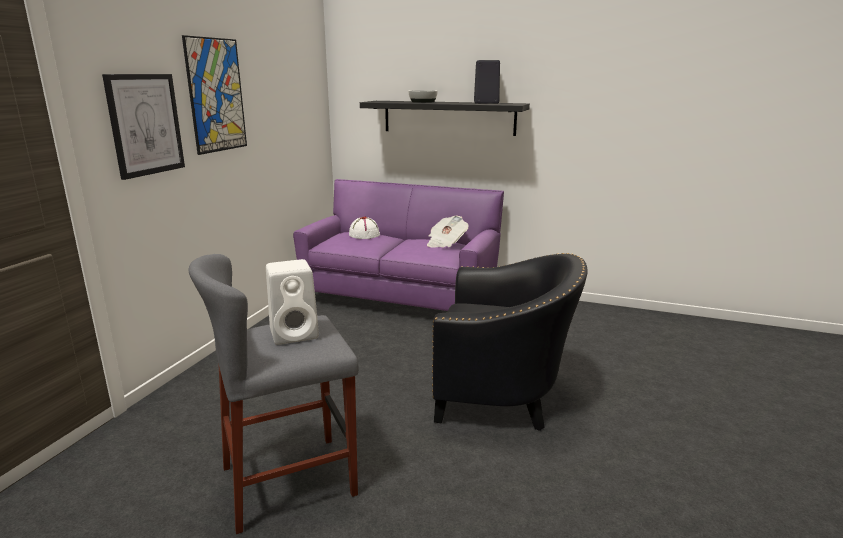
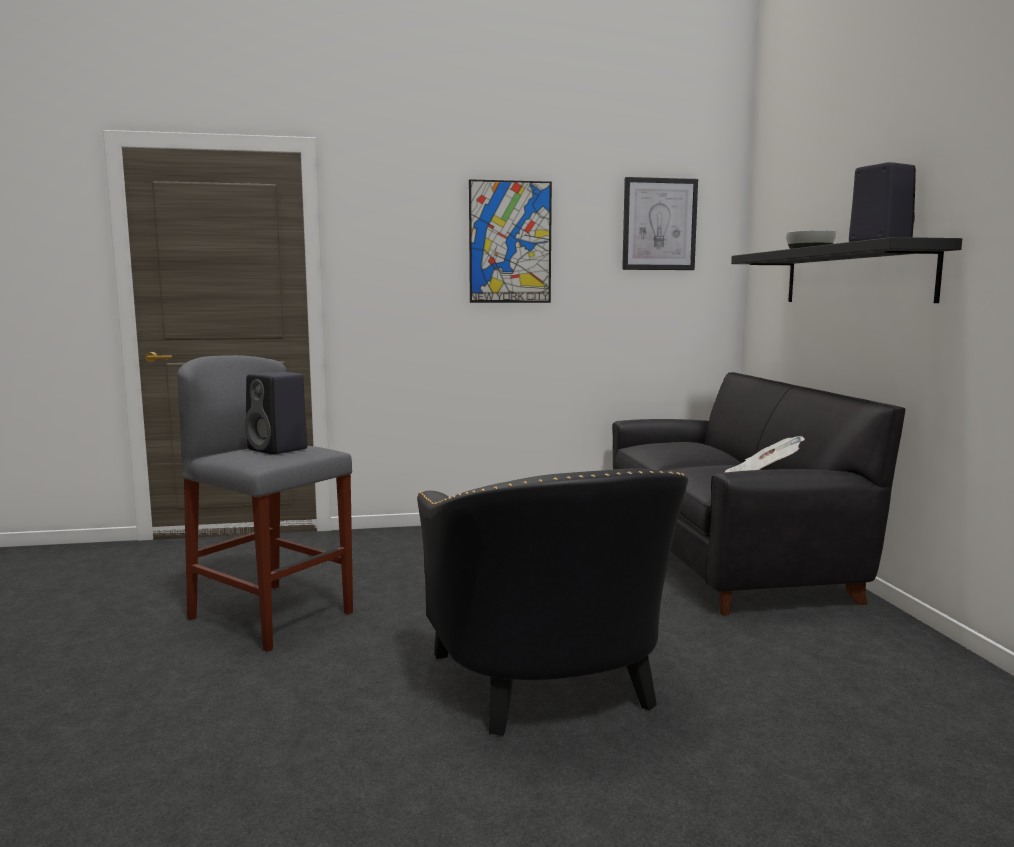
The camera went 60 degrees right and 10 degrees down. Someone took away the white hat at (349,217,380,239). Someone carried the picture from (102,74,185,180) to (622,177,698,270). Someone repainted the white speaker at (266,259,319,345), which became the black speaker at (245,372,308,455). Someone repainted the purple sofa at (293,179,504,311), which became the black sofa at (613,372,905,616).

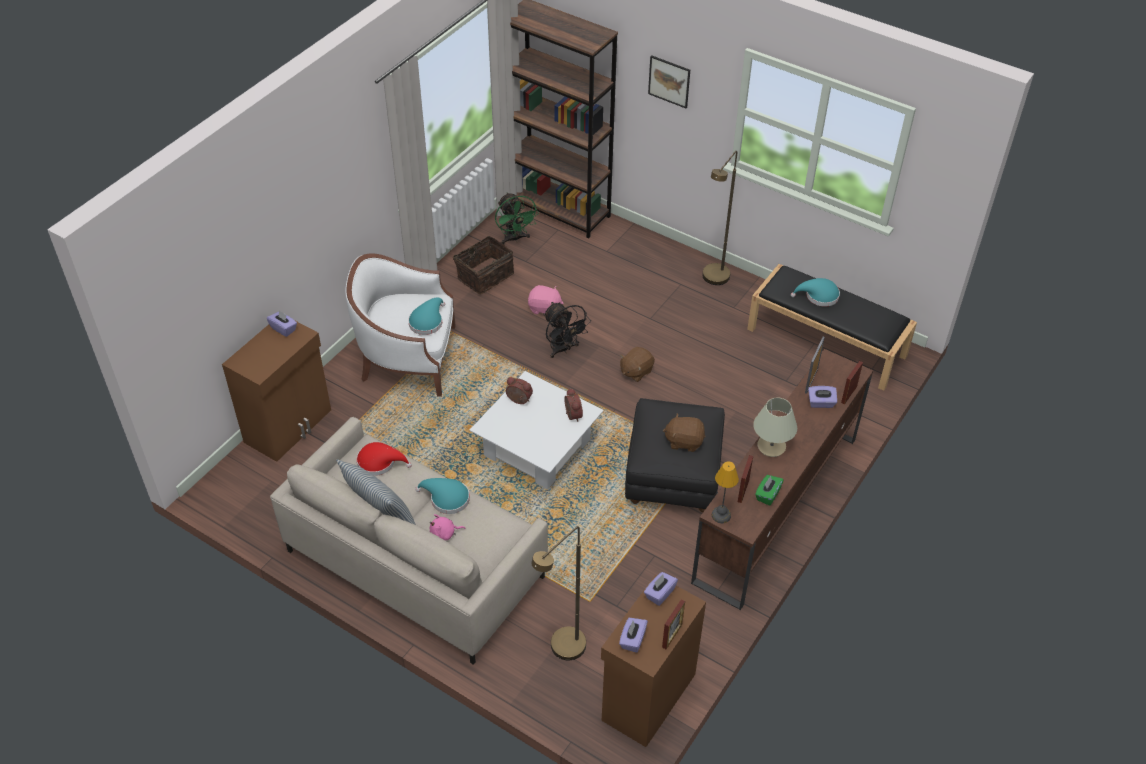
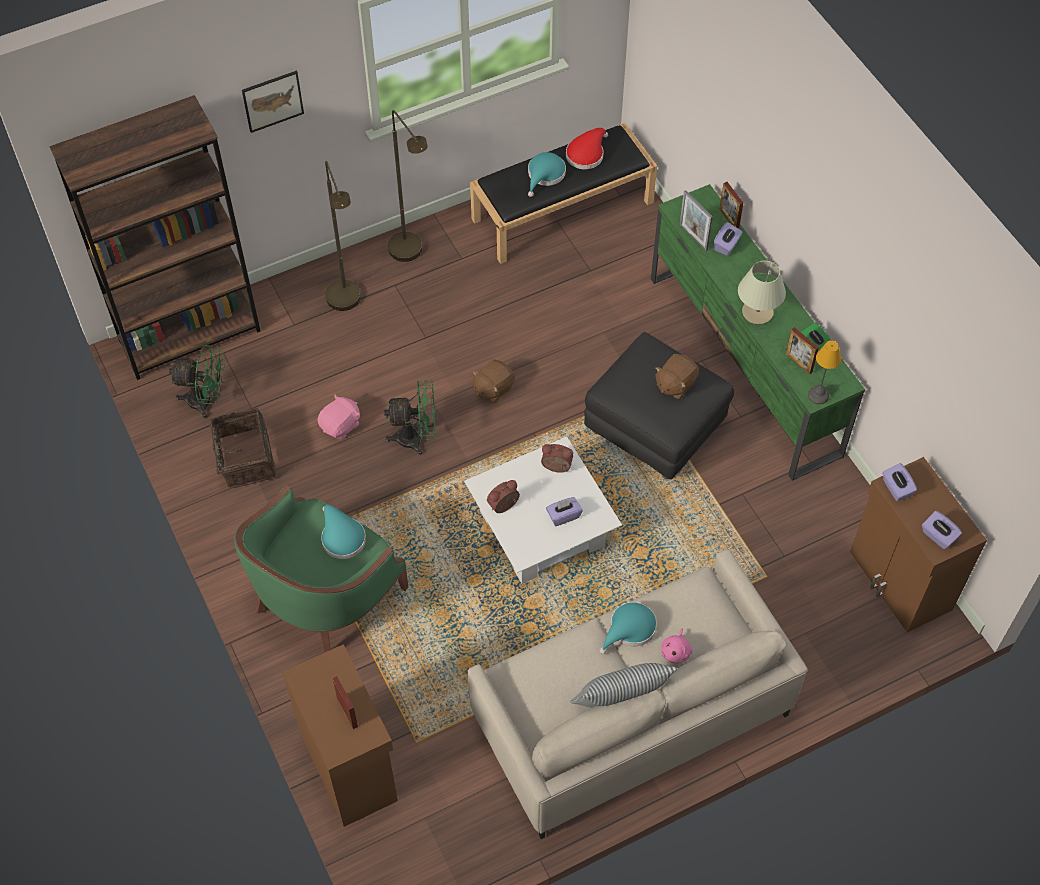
The camera went 60 degrees left and 10 degrees up. Someone carried the purple tissue box from (267,310,297,337) to (546,497,583,526). Someone carried the red hat from (356,442,412,476) to (566,128,608,169). Someone carried the brown floor lamp from (531,526,586,660) to (325,161,361,311). Someone carried the picture frame from (662,599,685,649) to (332,676,358,729). Someone repainted the white armchair at (345,253,455,397), which became the green armchair at (234,485,408,652). Someone repainted the black fan at (543,302,591,358), which became the green fan at (384,381,436,455). Someone repainted the brown tv stand at (691,349,873,610), which became the green tv stand at (651,184,865,481). Someone rotated the brown plush toy at (620,347,655,382) by 60 degrees clockwise.

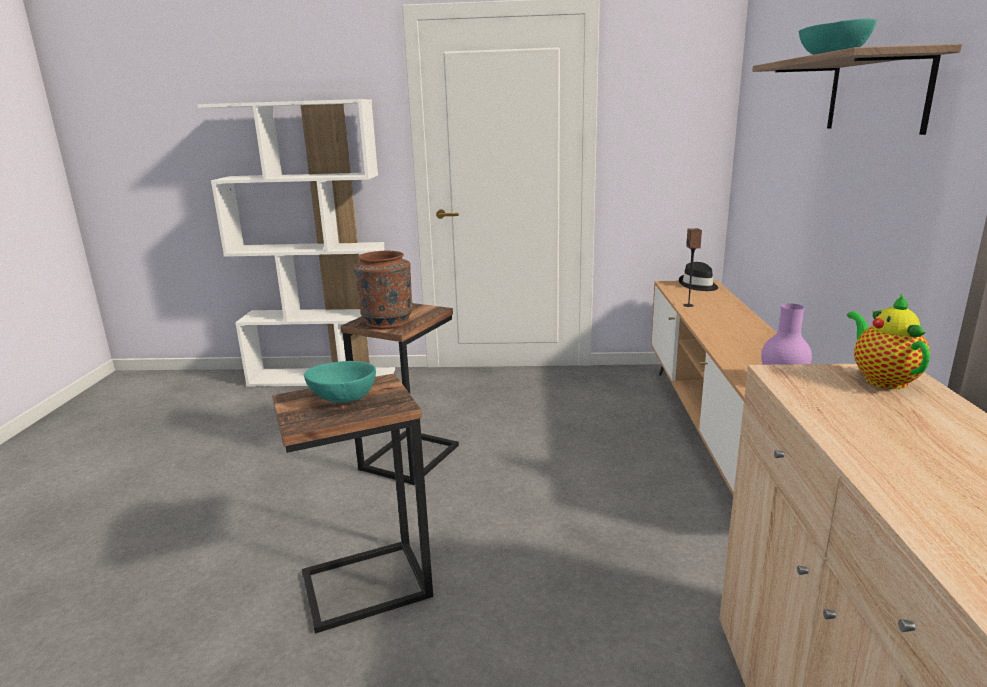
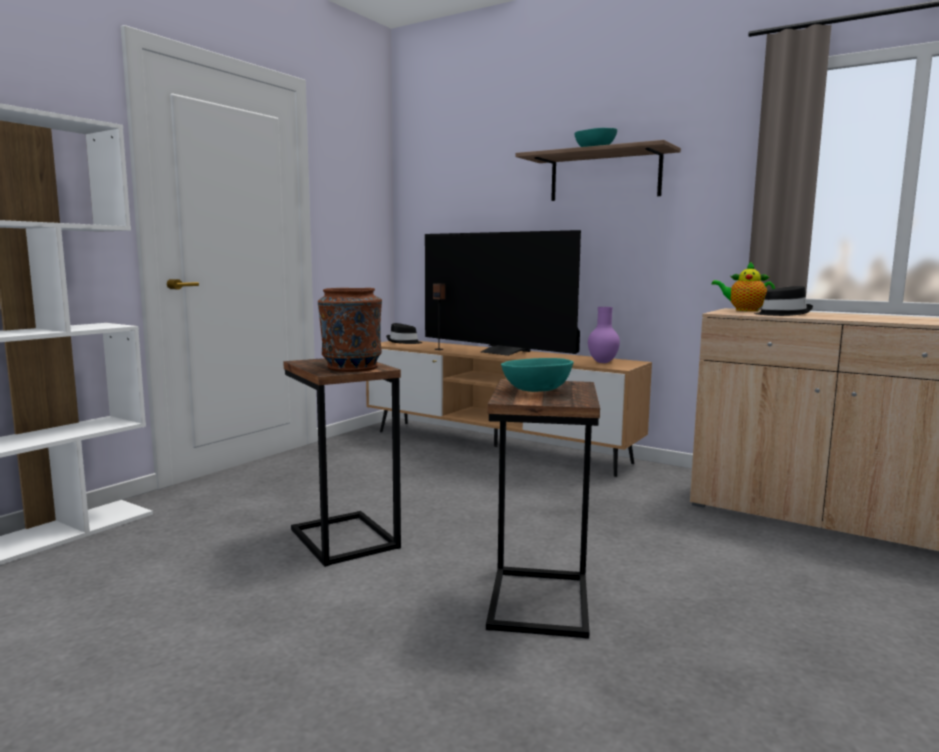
The camera went 60 degrees left and 10 degrees down. Someone put down the television at (425,230,581,356). Someone put down the black hat at (754,286,813,316).

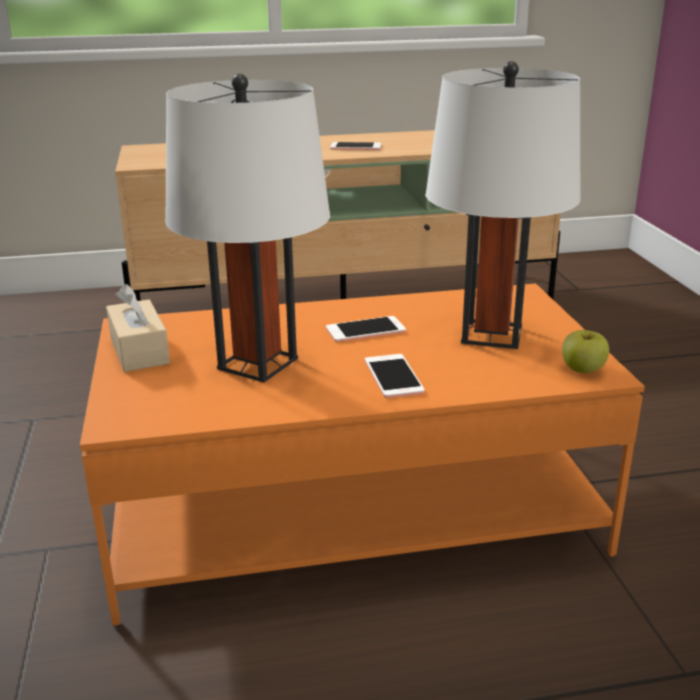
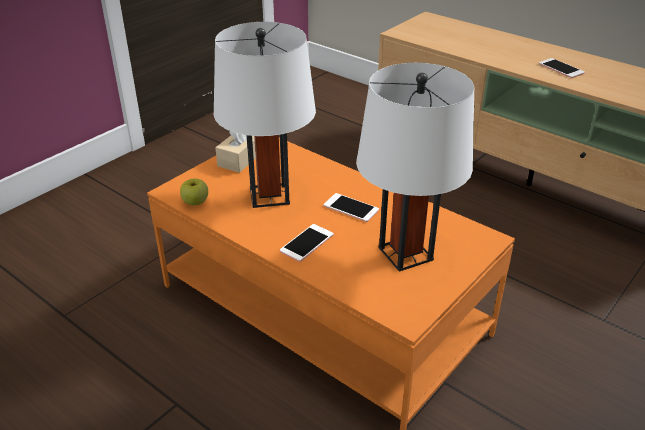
The camera went 50 degrees right and 10 degrees up. Someone carried the apple from (562,330,609,373) to (180,179,209,205).

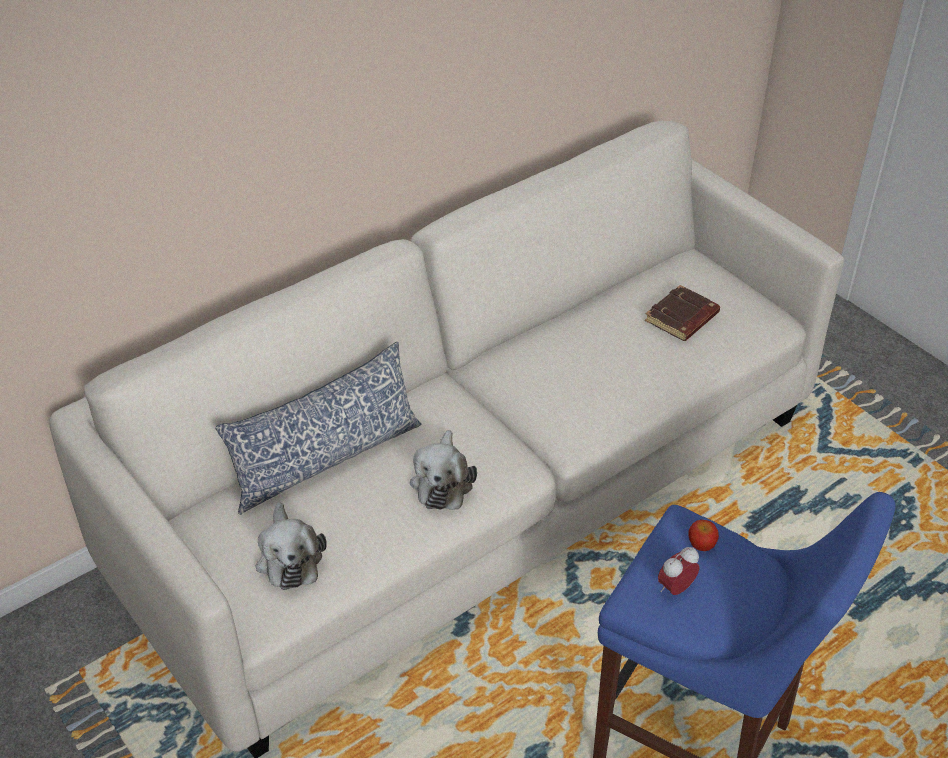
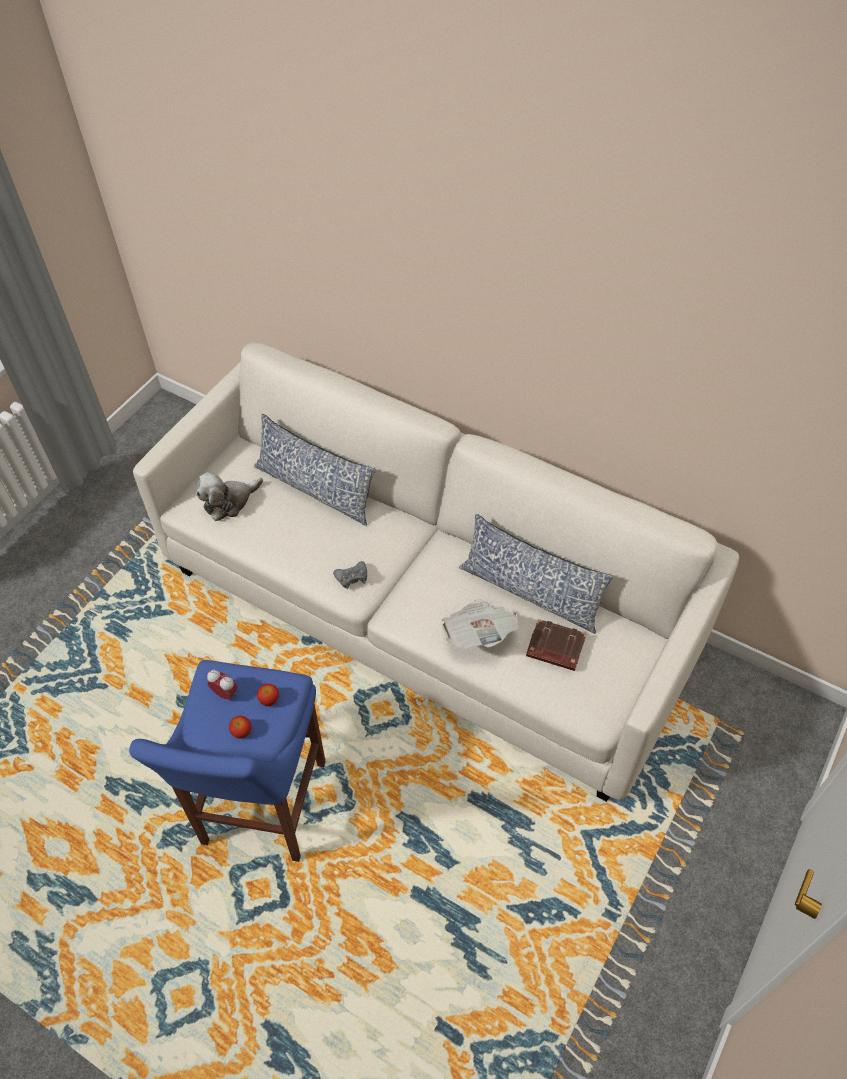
The camera went 70 degrees right and 10 degrees up. Someone took away the plush toy at (410,430,477,510). Someone put down the apple at (229,715,251,739). Someone put down the grey game controller at (333,561,367,589). Someone put down the newspaper at (441,599,519,649). Someone put down the pillow at (459,514,614,634).

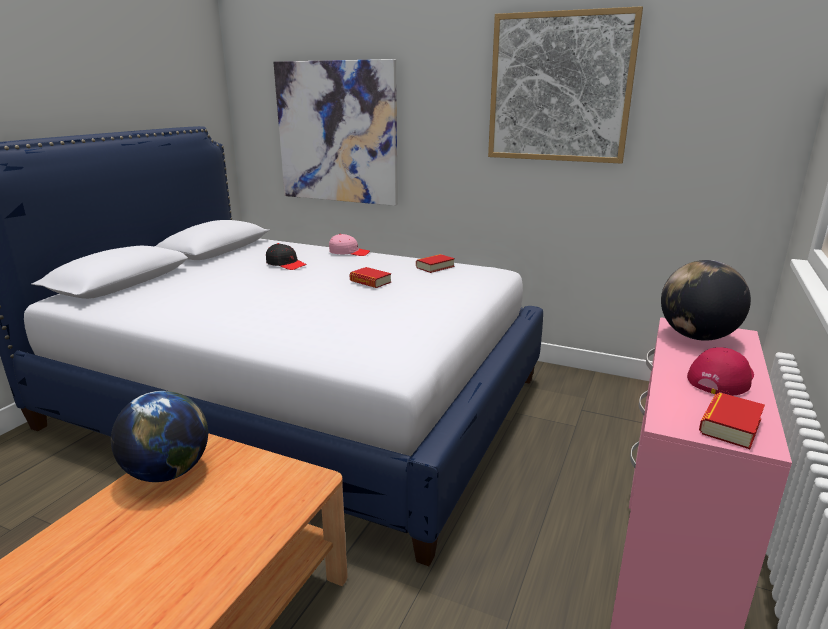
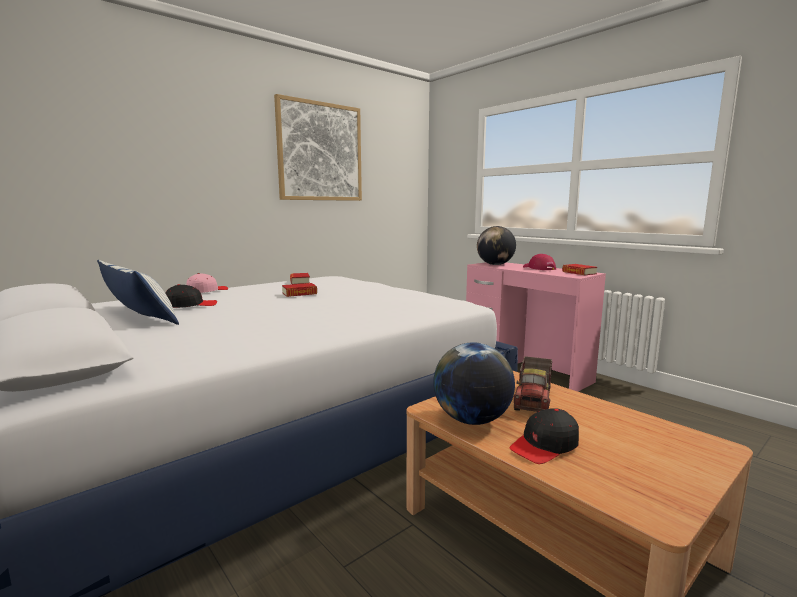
The camera went 65 degrees left and 10 degrees down. Someone took away the picture at (273,59,398,206). Someone put down the pillow at (97,260,179,325). Someone put down the black cap at (510,408,579,464). Someone put down the toy truck at (514,356,552,412).

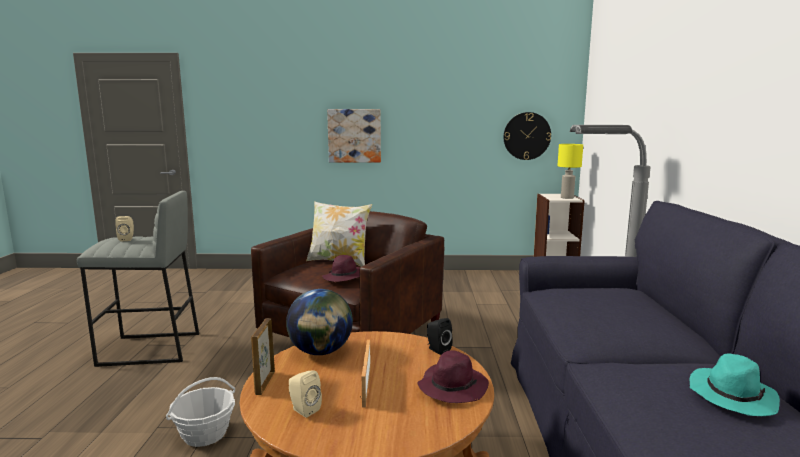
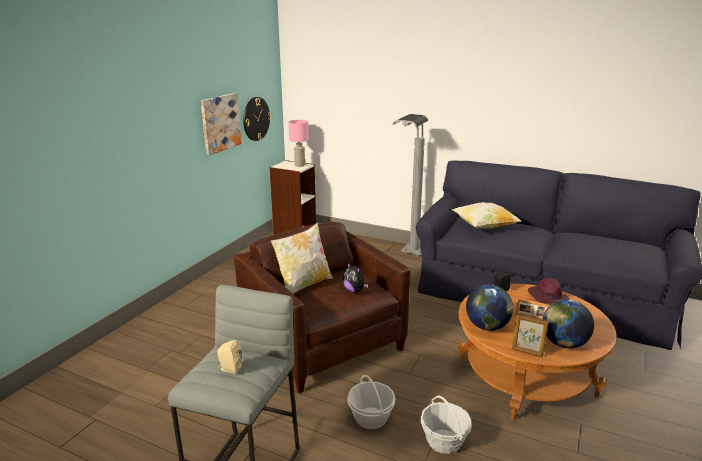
The camera went 65 degrees left and 10 degrees up. Someone took away the turquoise hat at (690,353,780,416). Someone put down the basket at (347,375,395,429). Someone put down the pillow at (452,202,521,229). Someone carried the picture from (327,109,381,163) to (201,93,242,155). Someone swapped the beige speaker at (289,370,322,418) for the globe at (542,299,594,348). Someone swapped the purple hat at (322,255,360,282) for the plush toy at (343,262,368,293). Someone repainted the yellow table lamp at (557,144,583,199), which became the pink table lamp at (289,120,309,167).

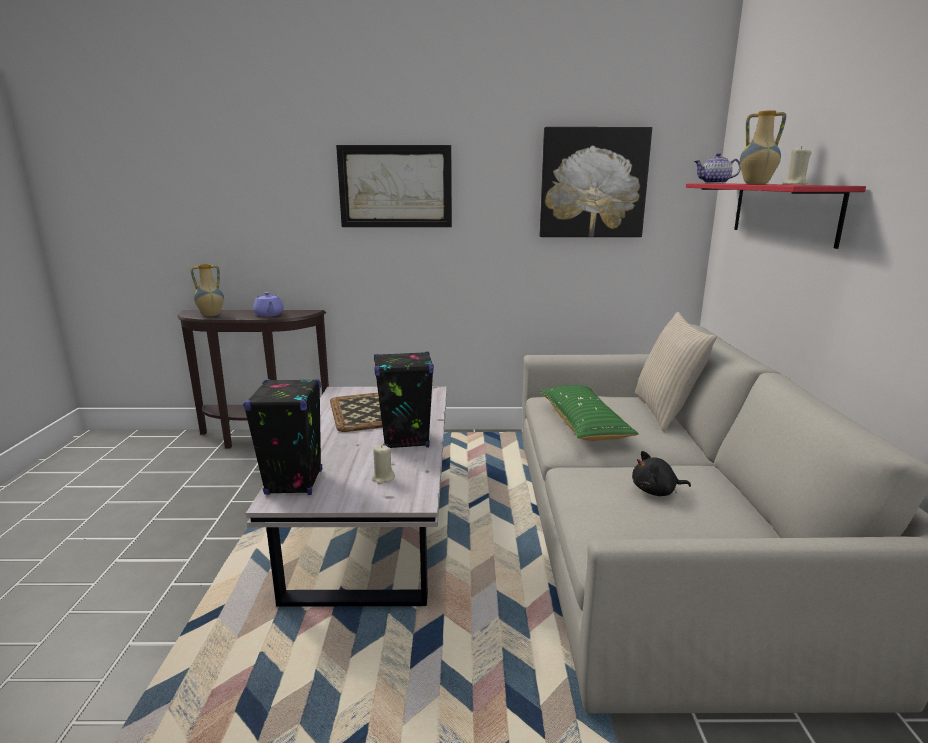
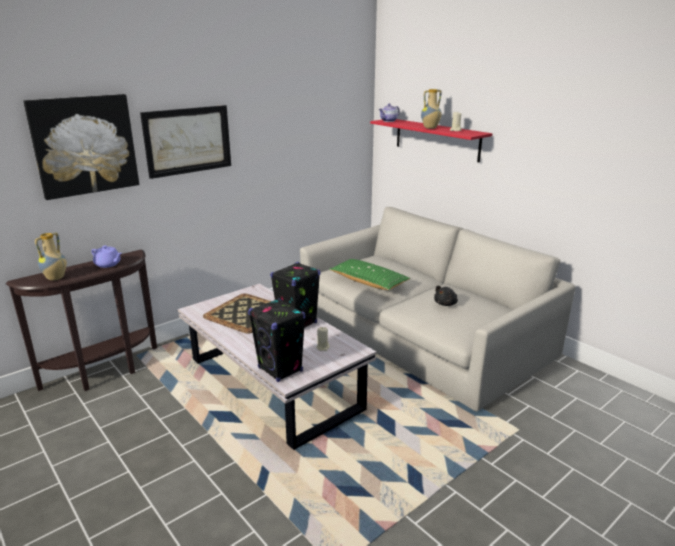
The camera went 40 degrees left and 5 degrees up. Someone took away the beige pillow at (635,312,717,432). Someone carried the picture from (540,127,652,237) to (23,94,139,200).

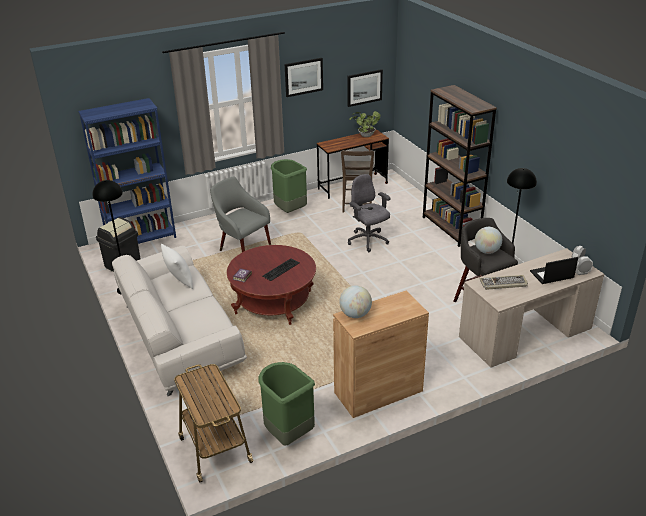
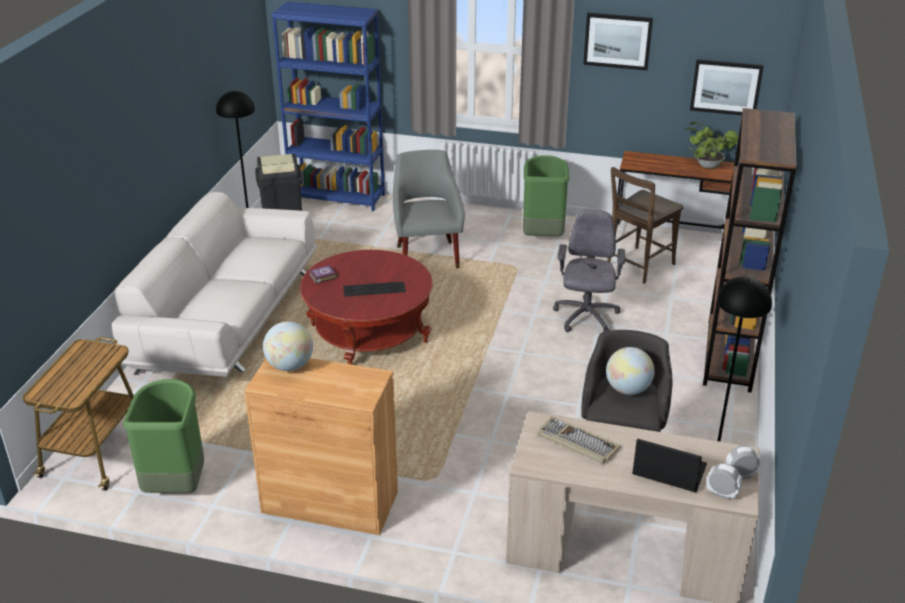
The camera went 40 degrees right and 0 degrees up. Someone took away the white pillow at (161,244,193,289).

